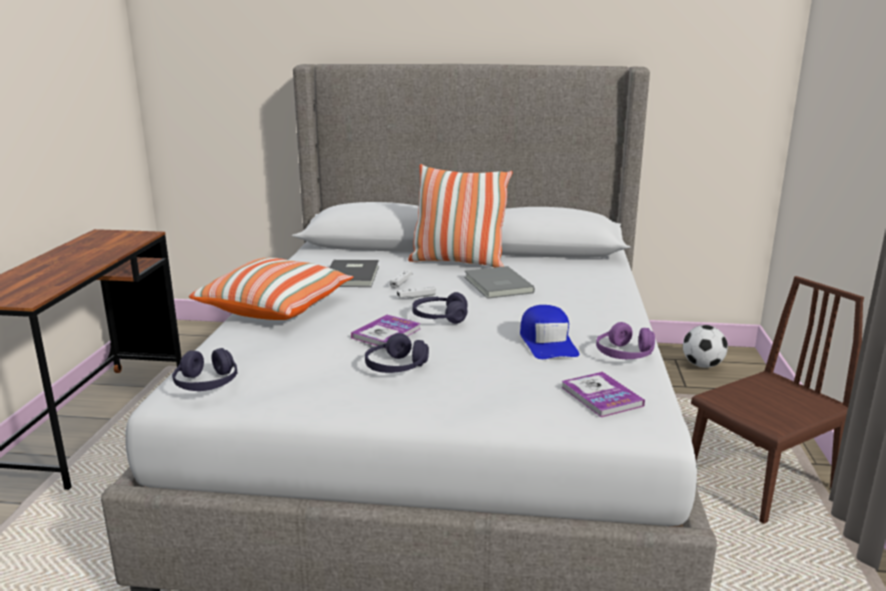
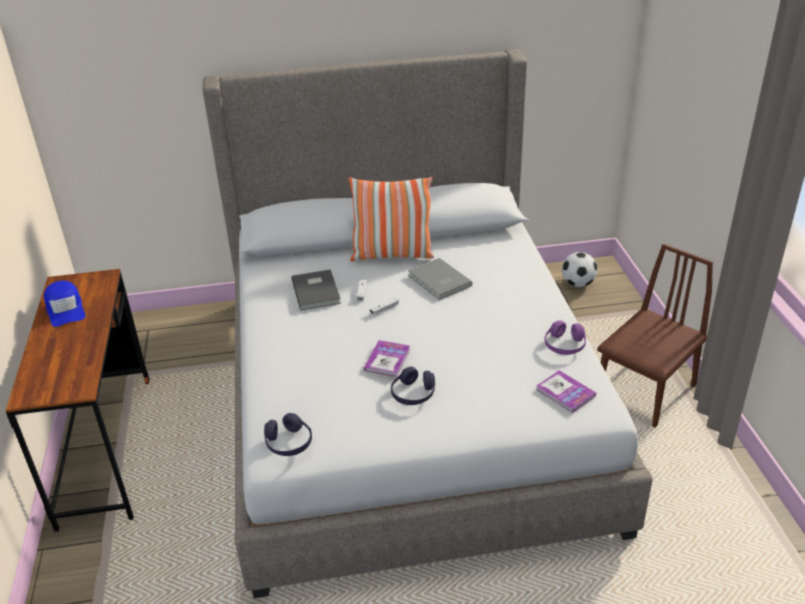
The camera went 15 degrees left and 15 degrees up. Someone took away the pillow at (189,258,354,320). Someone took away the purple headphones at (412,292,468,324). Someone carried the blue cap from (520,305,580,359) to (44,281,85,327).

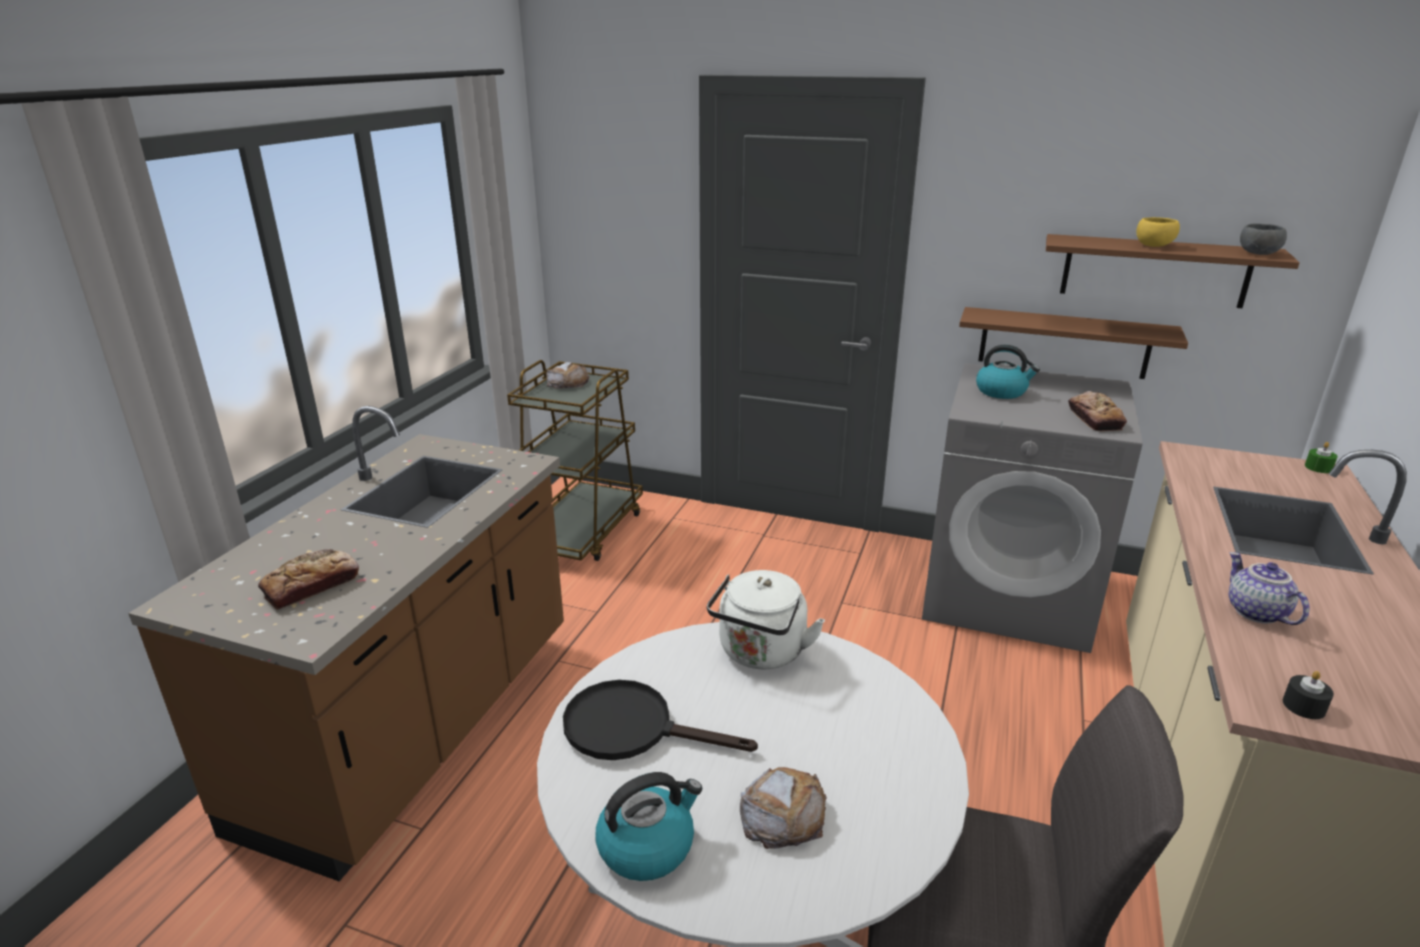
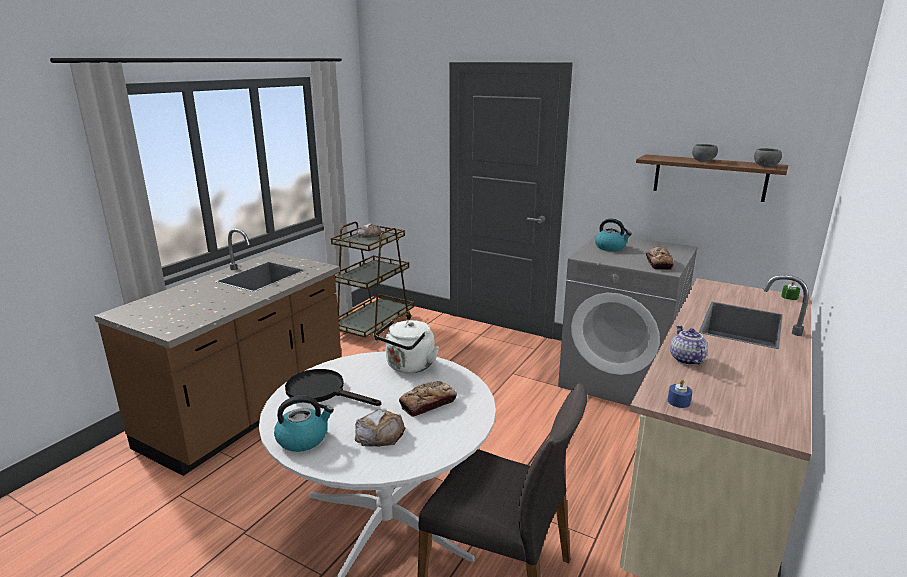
The camera went 10 degrees right and 5 degrees down. Someone took away the brown shelf at (959,307,1188,379). Someone carried the bread from (258,549,359,610) to (399,381,457,417). Someone repainted the yellow bowl at (1136,217,1180,247), which became the grey bowl at (692,144,718,161). Someone repainted the black candle at (1283,671,1334,719), which became the blue candle at (668,379,693,408).

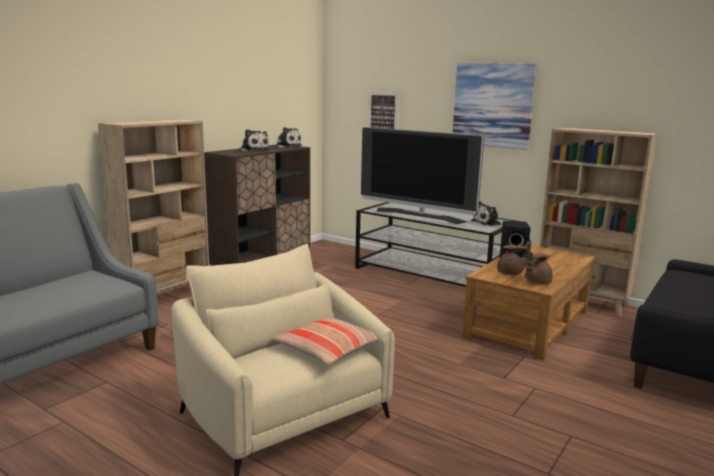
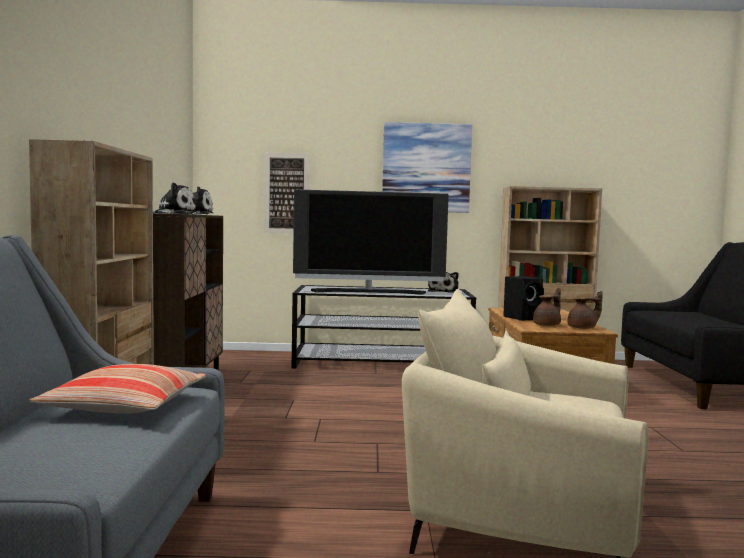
The camera went 35 degrees left and 10 degrees down. Someone carried the pillow from (273,316,378,365) to (30,364,206,414). Someone rotated the brown teapot at (525,252,553,285) by 120 degrees counterclockwise.

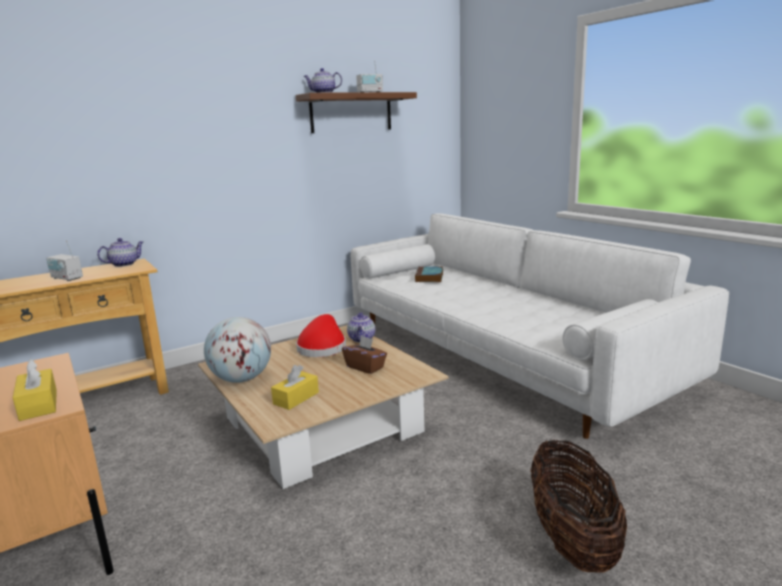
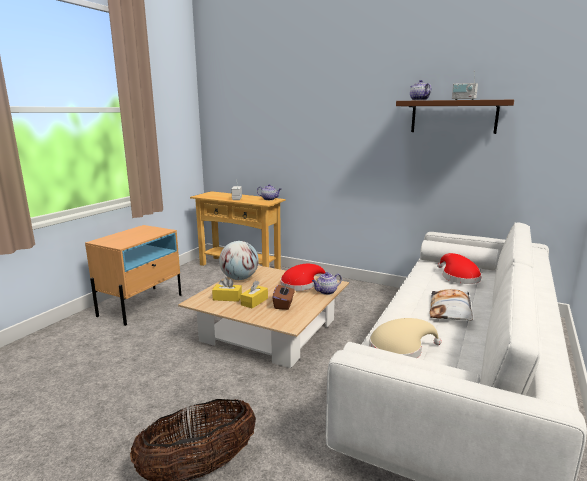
The camera went 60 degrees right and 0 degrees up. Someone put down the beige hat at (369,318,442,358). Someone put down the pillow at (430,289,473,321). Someone carried the yellow tissue box from (13,359,57,421) to (240,281,268,309). Someone swapped the book at (415,266,443,282) for the red hat at (437,253,482,284).

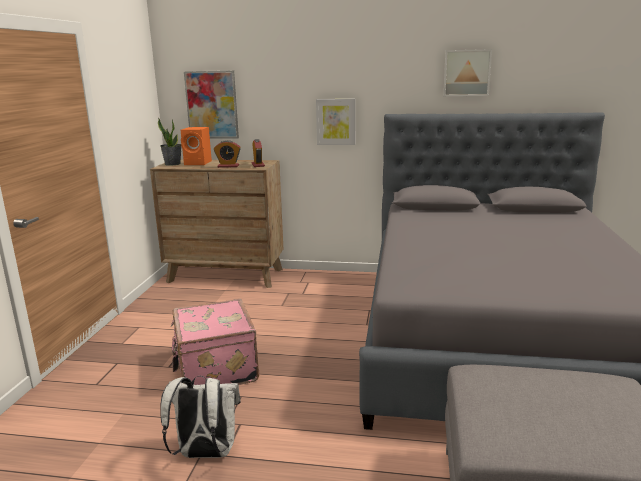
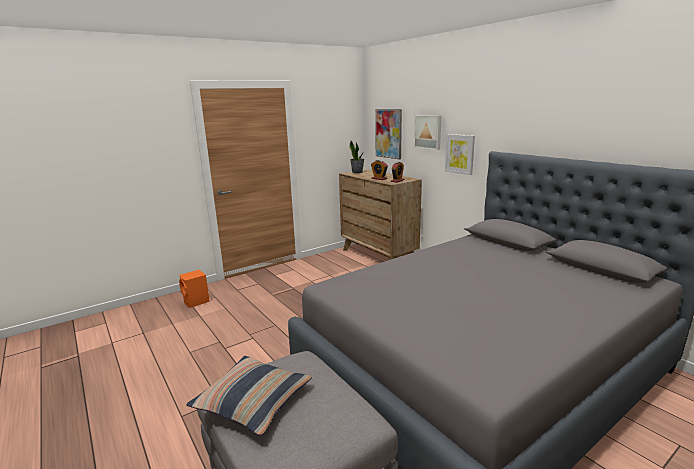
The camera went 45 degrees right and 0 degrees up. Someone took away the white backpack at (160,376,240,458). Someone took away the pink suitcase at (171,299,259,385). Someone put down the pillow at (186,356,312,436). Someone carried the orange speaker from (180,127,212,165) to (179,270,210,308). Someone carried the picture from (443,49,492,96) to (414,115,442,150).

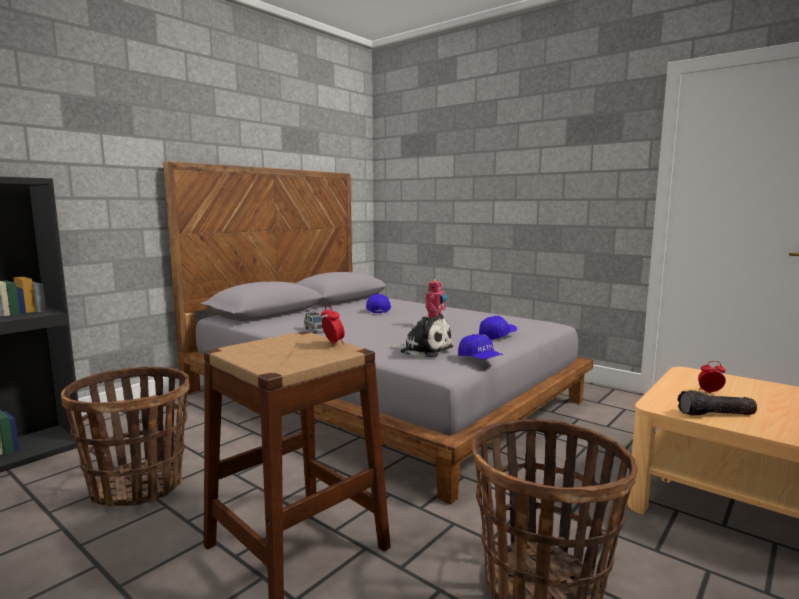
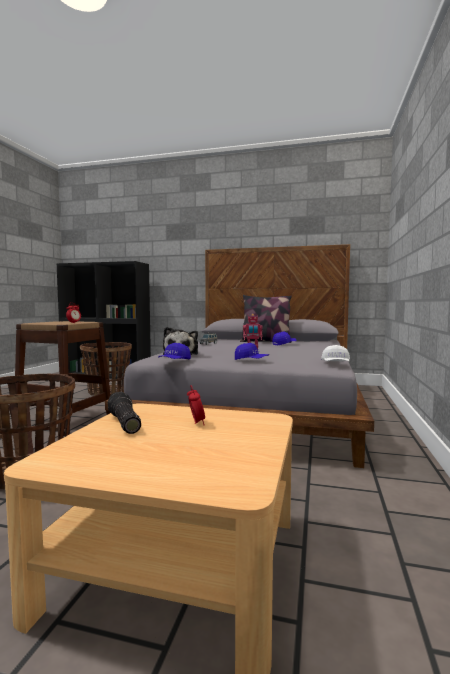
The camera went 65 degrees right and 5 degrees down. Someone put down the pillow at (240,295,292,343). Someone put down the white cap at (321,345,350,362).

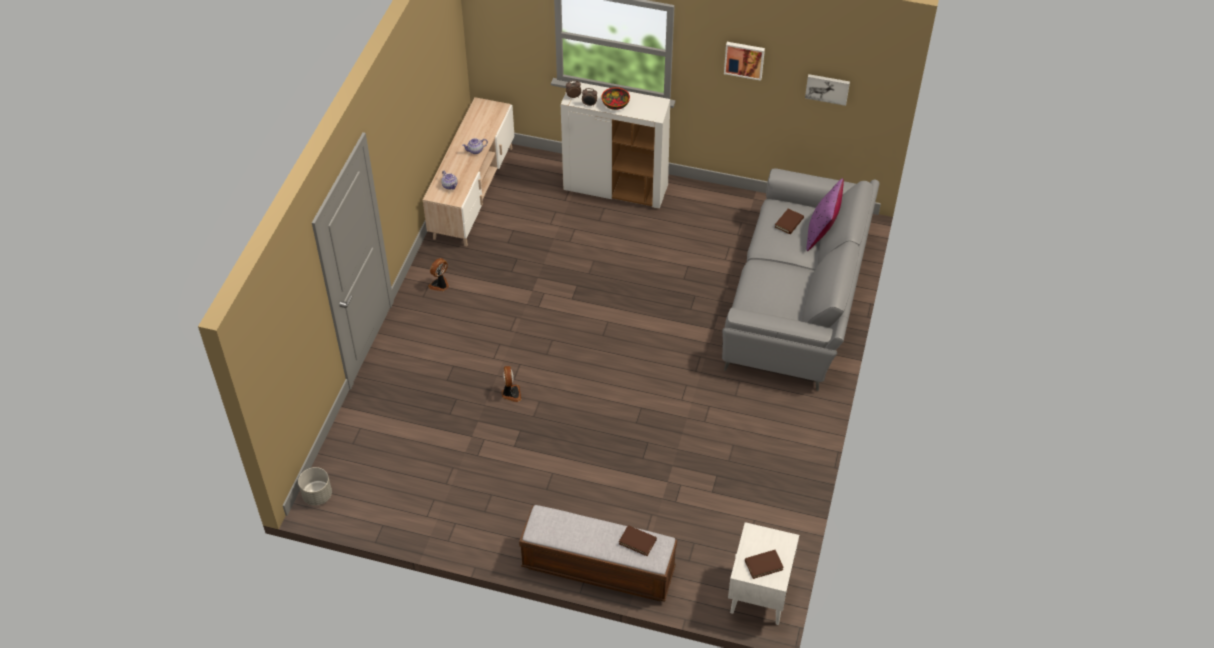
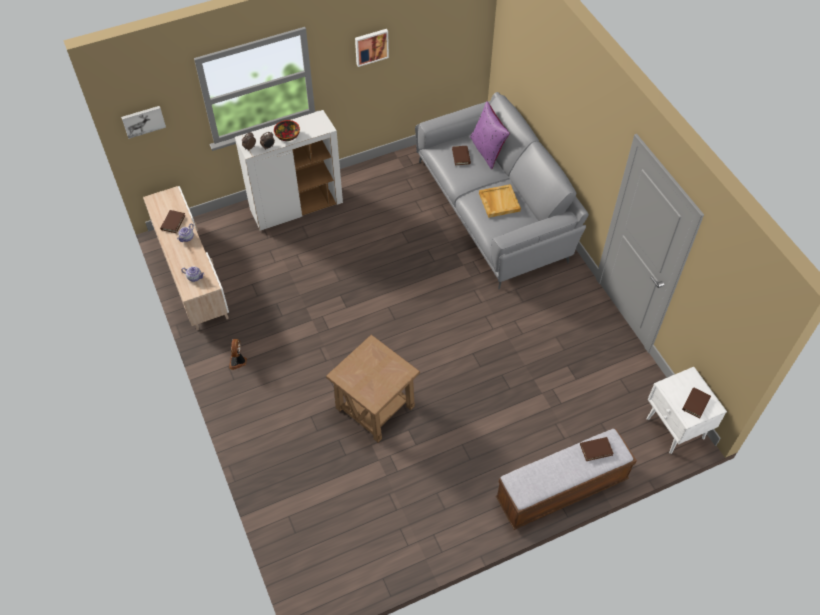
The camera went 40 degrees left and 5 degrees up. Someone took away the grey planter at (298,467,332,506). Someone put down the brown book at (160,210,186,233). Someone put down the beige tray at (479,184,521,218). Someone carried the picture from (805,74,850,106) to (121,106,166,139). Someone swapped the fan at (501,366,521,402) for the brown side table at (326,335,420,442).

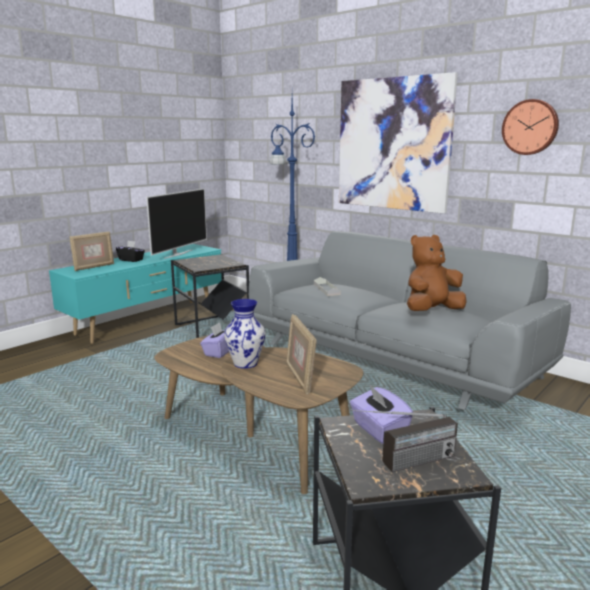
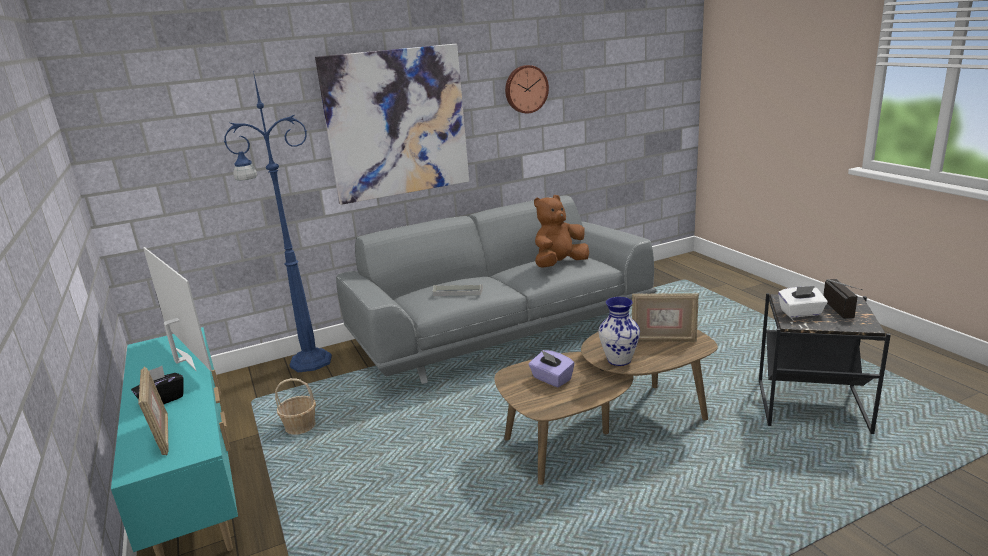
The camera went 65 degrees left and 5 degrees up. Someone swapped the black side table at (171,254,249,338) for the basket at (275,378,316,435). Someone repainted the purple tissue box at (350,386,413,444), which became the white tissue box at (778,286,828,318). Someone rotated the brown plush toy at (407,235,467,311) by 60 degrees clockwise.

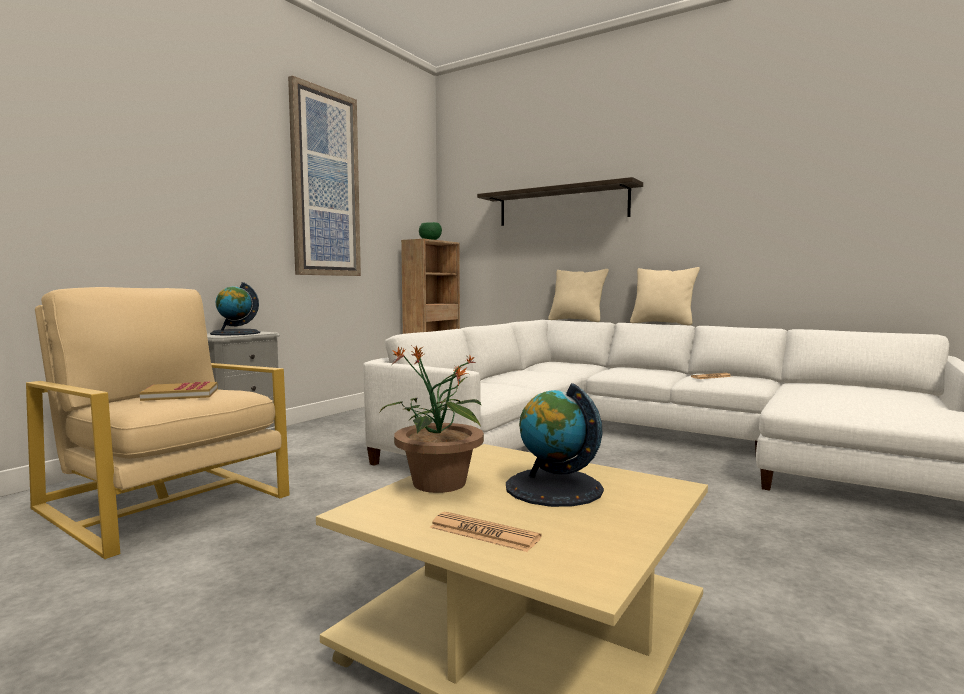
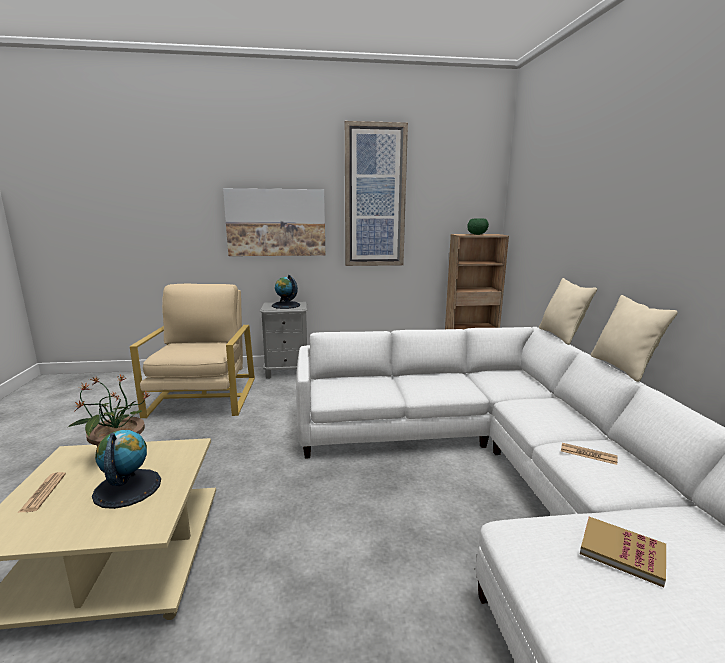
The camera went 50 degrees right and 10 degrees up. Someone took away the shelf at (477,177,643,226). Someone put up the picture at (223,188,325,256). Someone carried the book from (140,381,218,401) to (580,517,666,587).

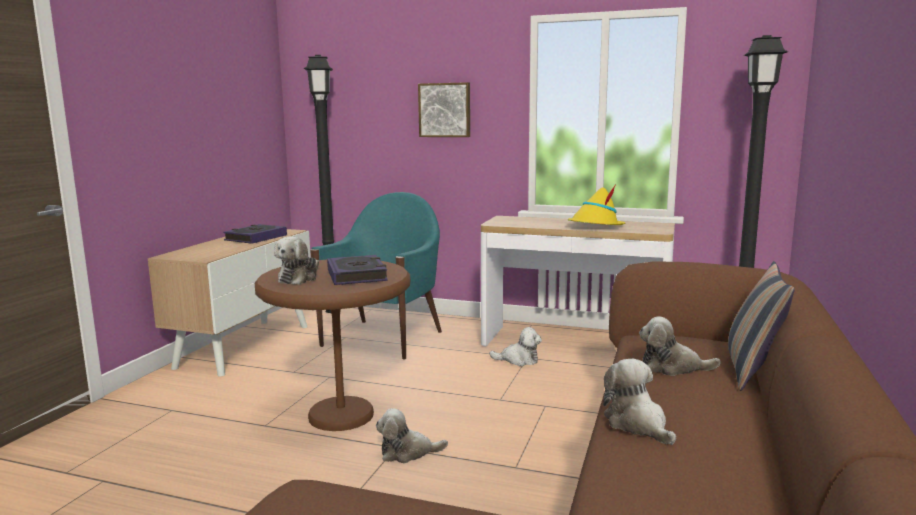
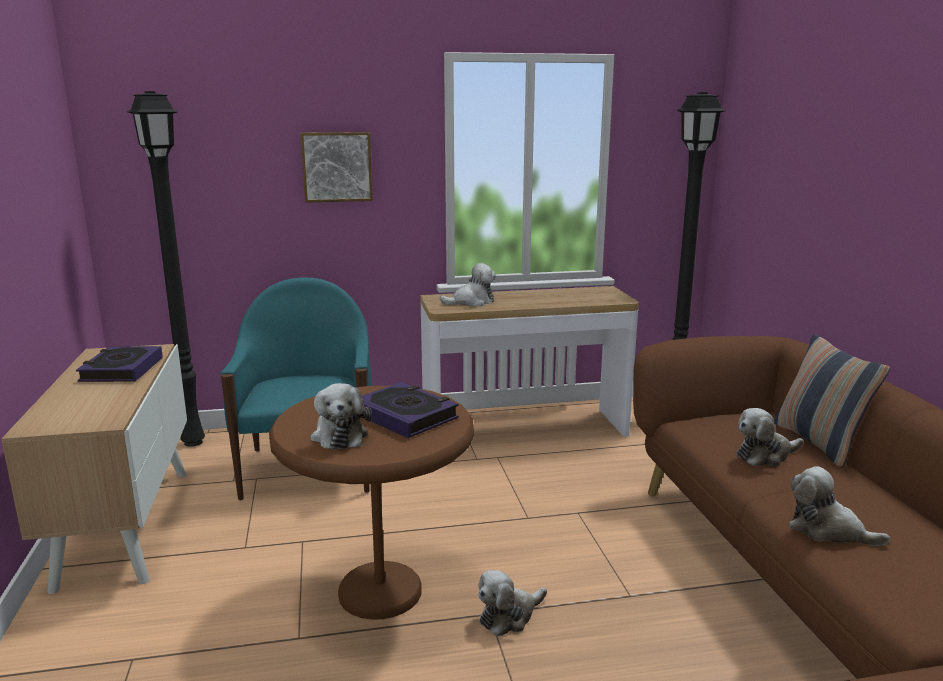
The camera went 30 degrees left and 5 degrees up. Someone took away the yellow hat at (568,184,625,225). Someone carried the plush toy from (489,327,542,366) to (440,263,496,307).

